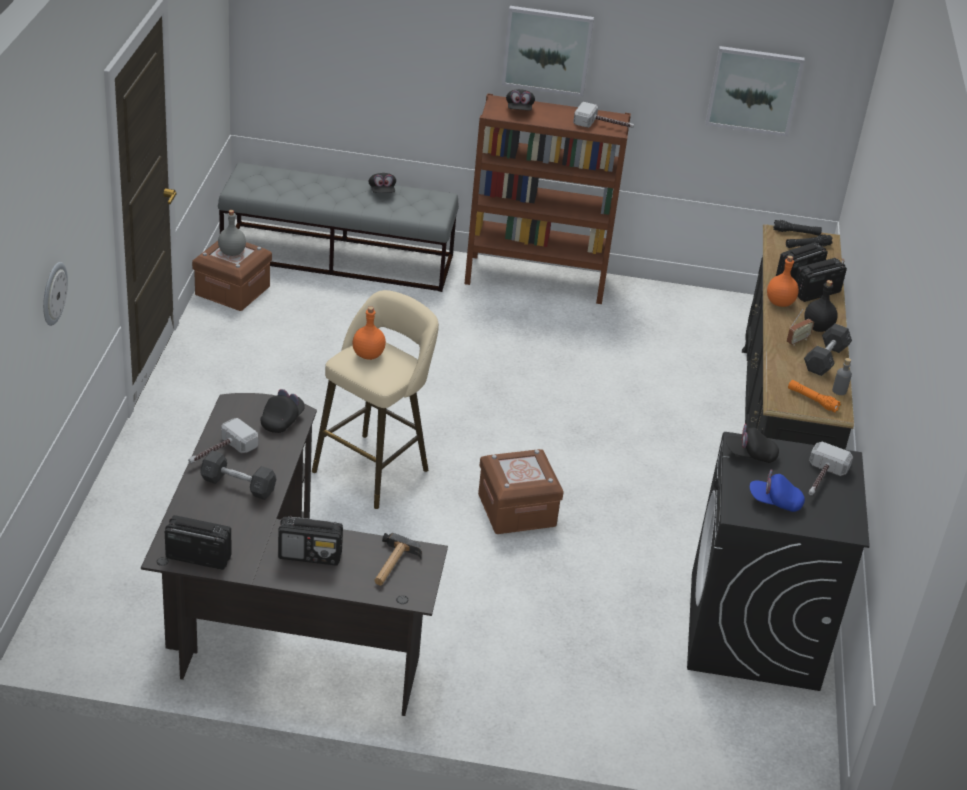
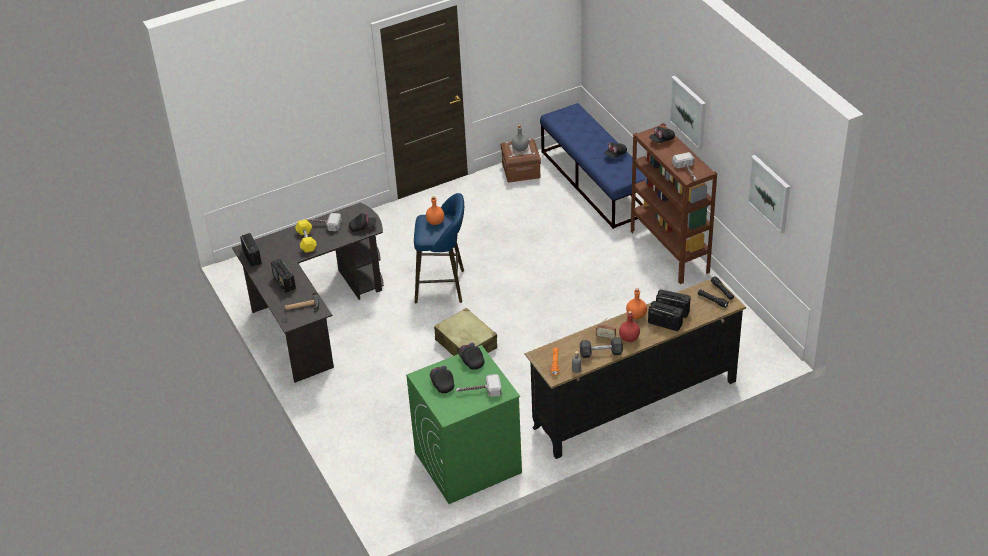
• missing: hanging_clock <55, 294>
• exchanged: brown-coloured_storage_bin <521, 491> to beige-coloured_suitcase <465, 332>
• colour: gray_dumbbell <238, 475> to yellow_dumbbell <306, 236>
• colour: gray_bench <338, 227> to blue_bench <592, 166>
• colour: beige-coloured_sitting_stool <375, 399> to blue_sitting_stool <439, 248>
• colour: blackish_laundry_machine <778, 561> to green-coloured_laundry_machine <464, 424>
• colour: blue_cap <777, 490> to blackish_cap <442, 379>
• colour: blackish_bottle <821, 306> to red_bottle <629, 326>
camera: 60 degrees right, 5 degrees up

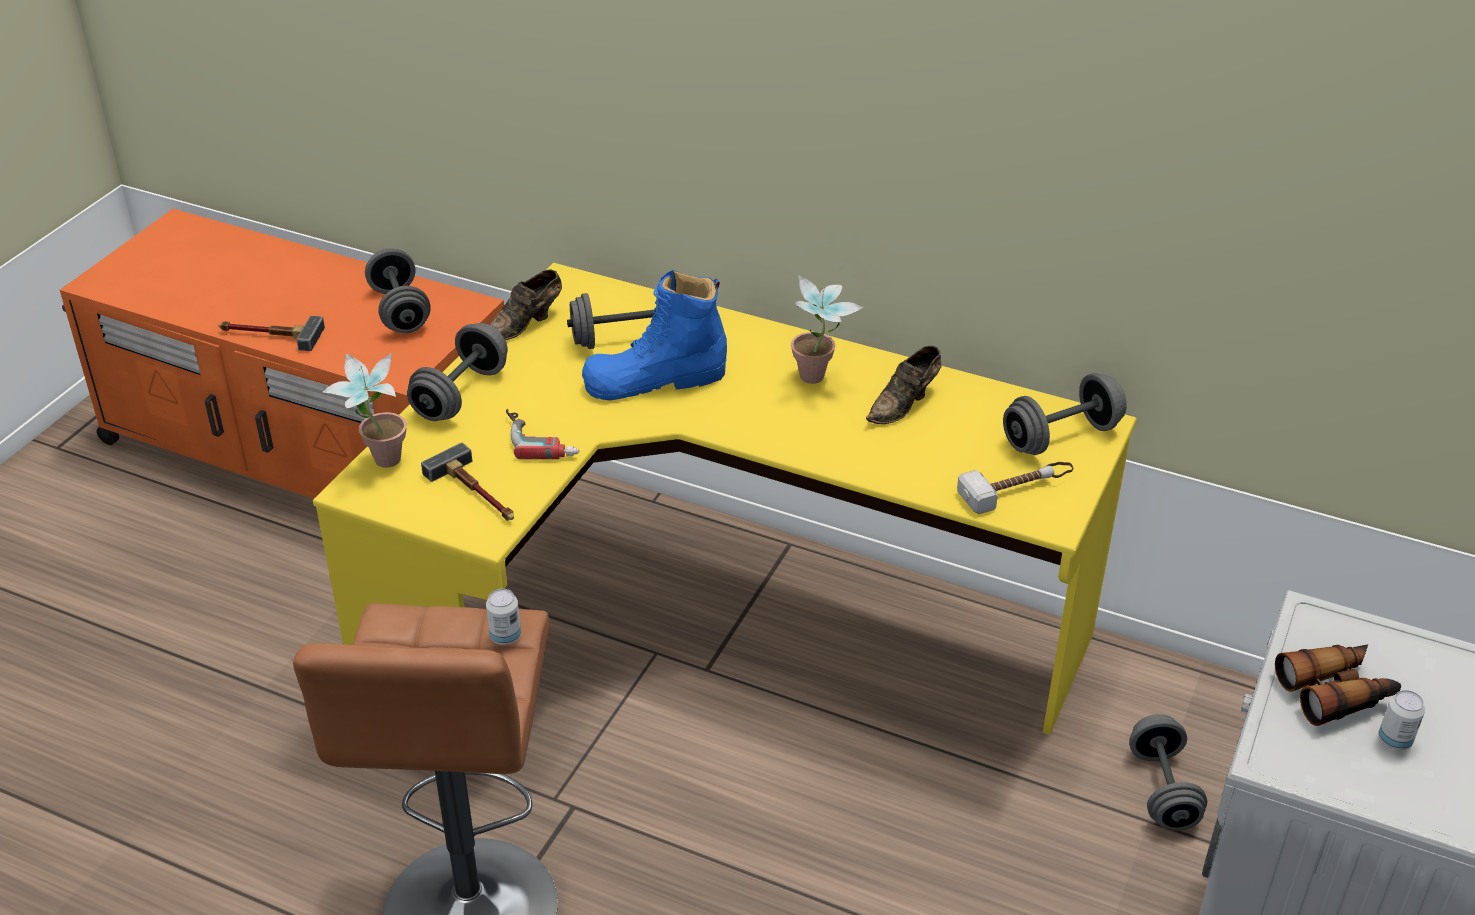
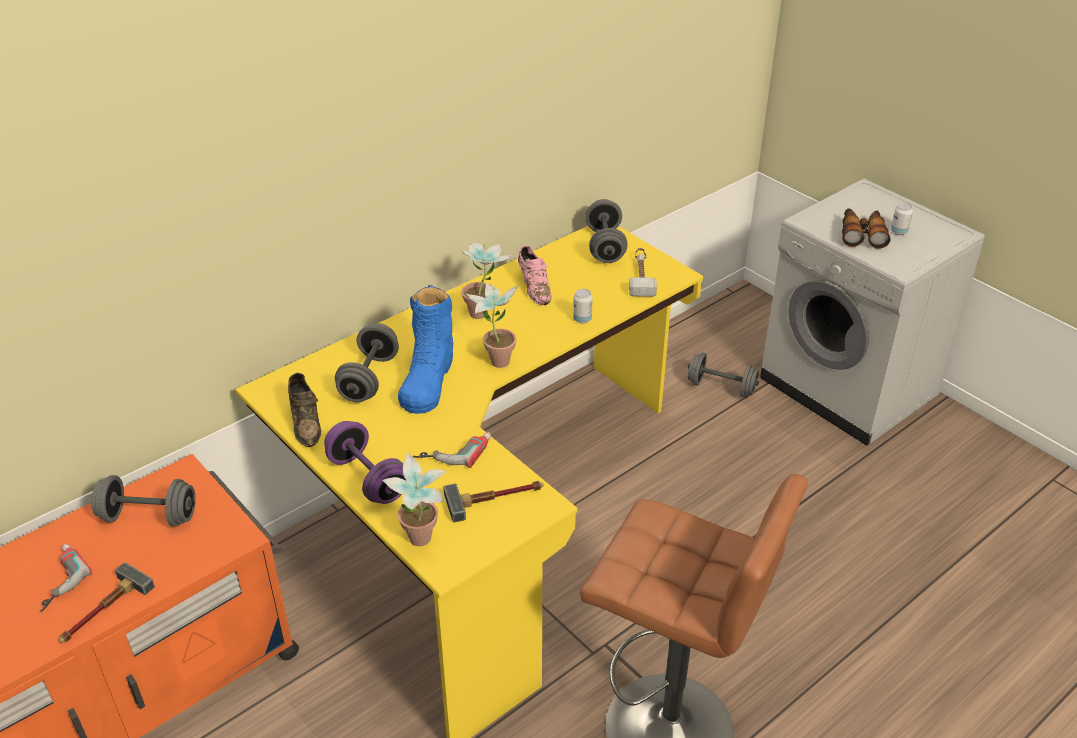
• appeared: power_drill <66, 578>
• appeared: houseplant <492, 325>
• relocated: sealed_can <503, 617> to <583, 306>
• colour: gray_dumbbell <457, 372> to purple_dumbbell <365, 462>
• colour: brown-coloured_shoe <903, 385> to pink_shoe <534, 275>
camera: 65 degrees left, 0 degrees up

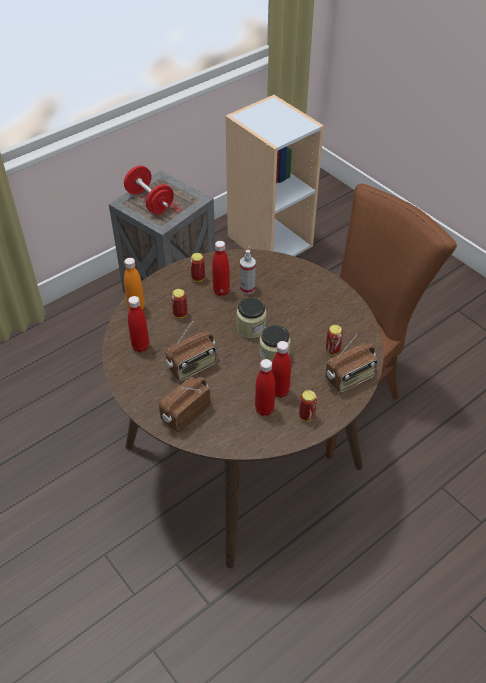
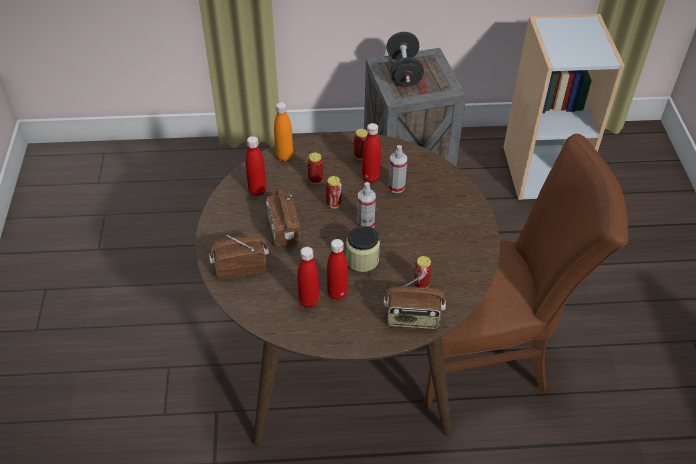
• relocated: sealed_can <308, 406> to <334, 192>
• exchanged: preserve_jar <252, 318> to spray_bottle <366, 205>
• colour: red_dumbbell <149, 190> to blackish_dumbbell <405, 59>
• spun: radio_set <191, 351> = <283, 217> 75 degrees clockwise
camera: 35 degrees right, 0 degrees up

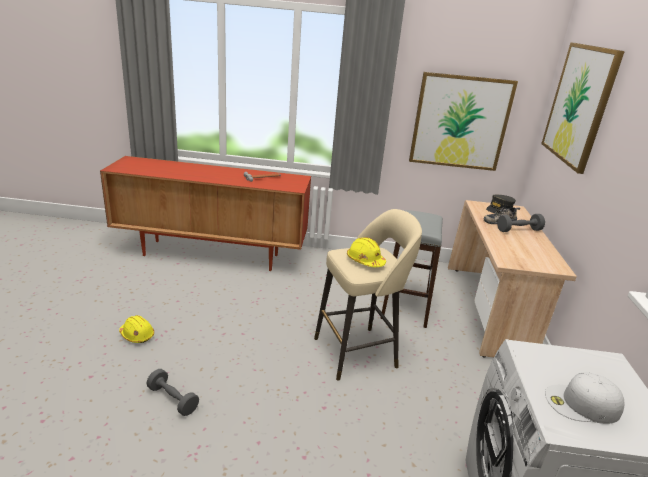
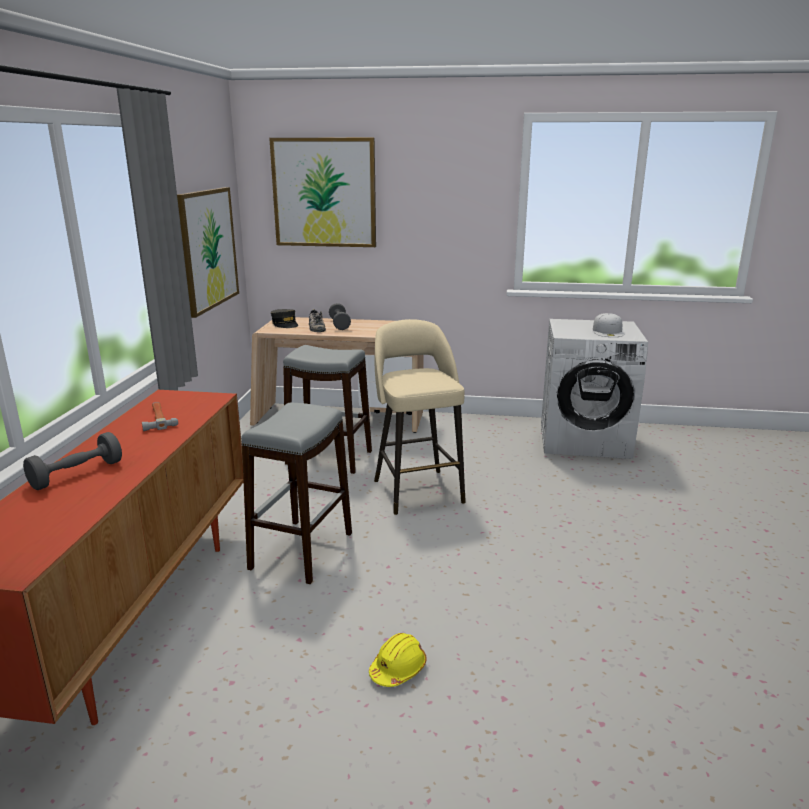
• missing: yellow_hard_hat <366, 252>
• appeared: gray_sitting_stool <297, 493>
• relocated: gray_dumbbell <173, 392> to <72, 461>
camera: 85 degrees left, 5 degrees down

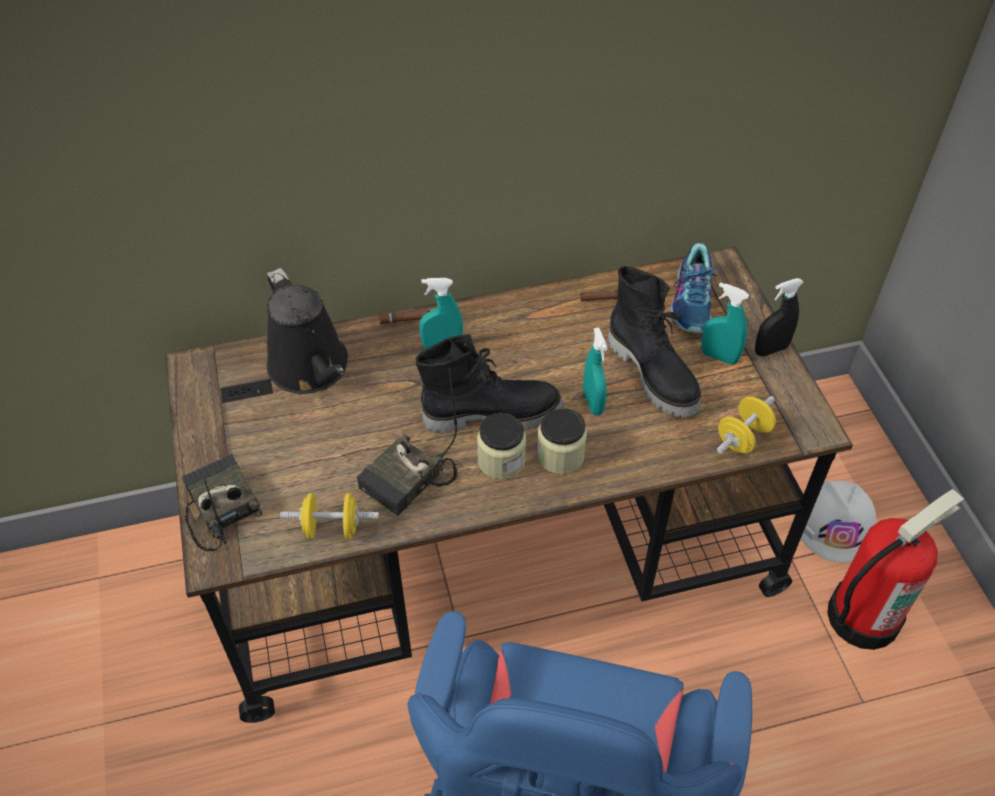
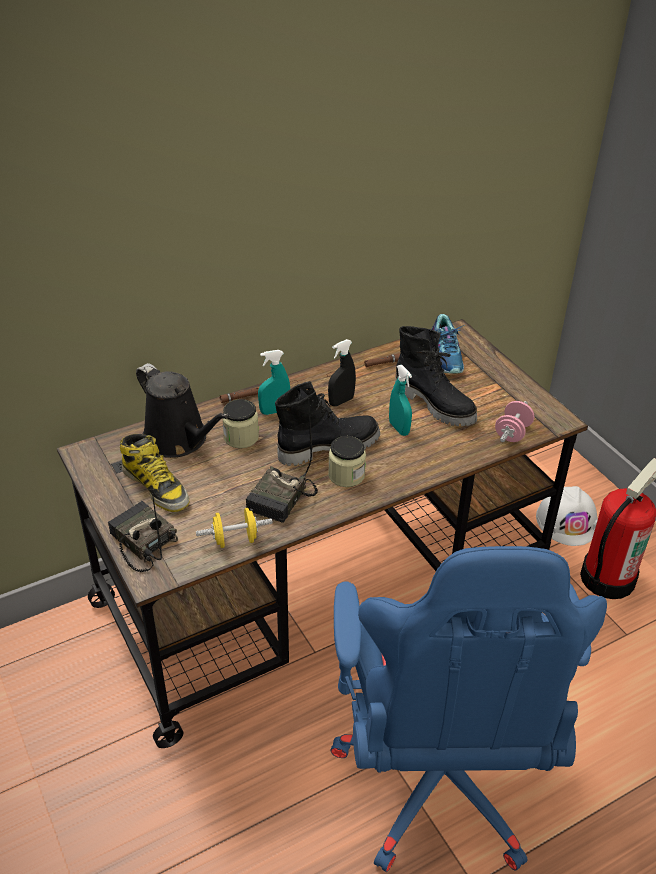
• missing: blue-green_spray_bottle <725, 323>
• appeared: tall_boot <154, 473>
• relocated: preserve_jar <562, 441> to <240, 423>
• relocated: blackish_spray_bottle <779, 317> to <342, 372>
• colour: yellow_dumbbell <746, 425> to pink_dumbbell <514, 421>
camera: 15 degrees left, 10 degrees down

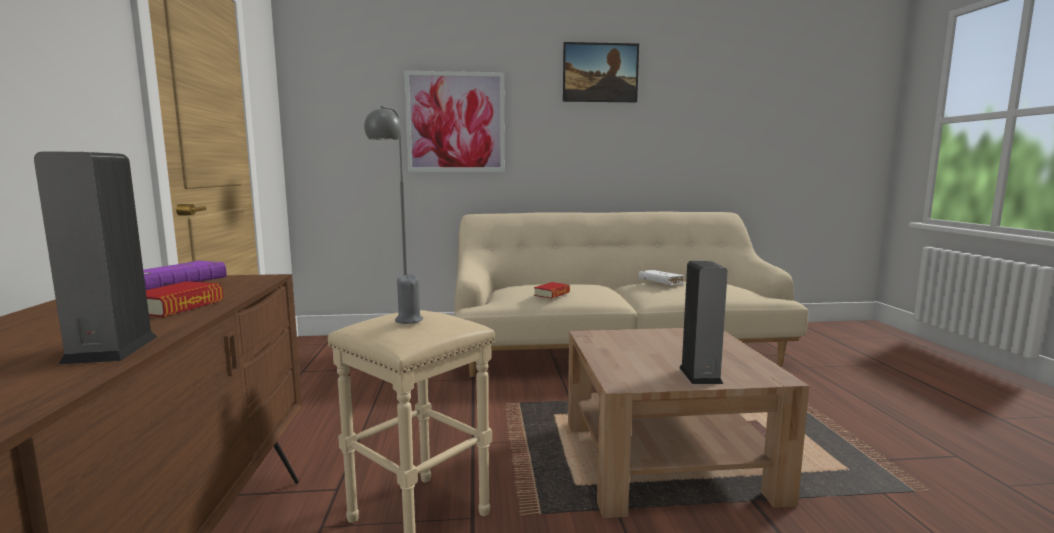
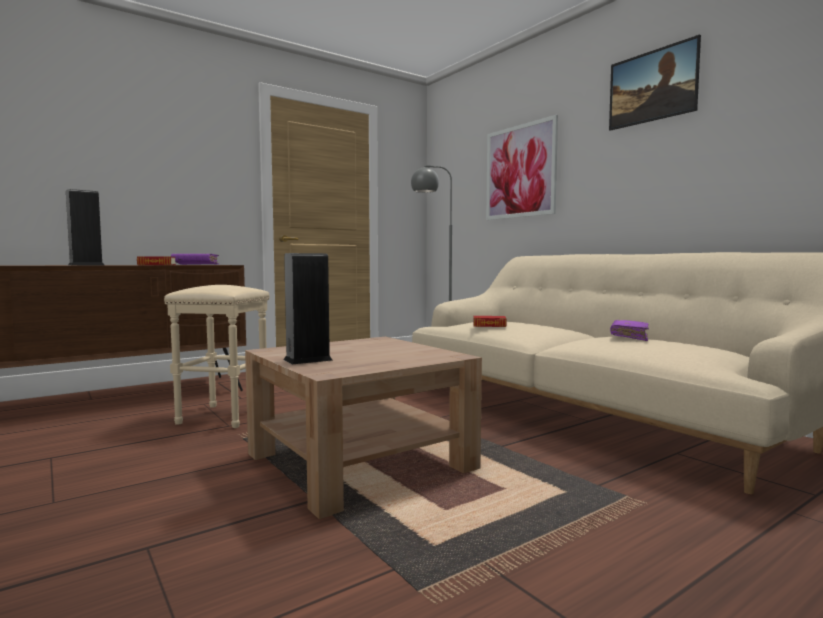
• missing: gray_wax_light <409, 299>
• colour: whitish_book <662, 277> to purple_book <629, 330>
camera: 60 degrees right, 5 degrees down

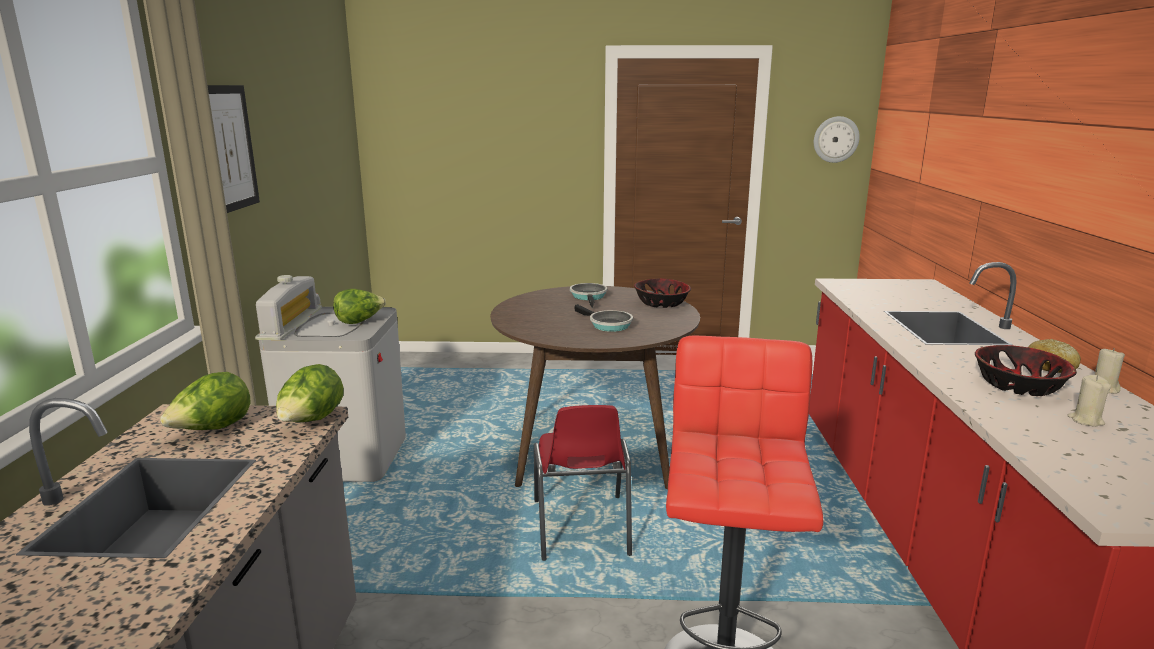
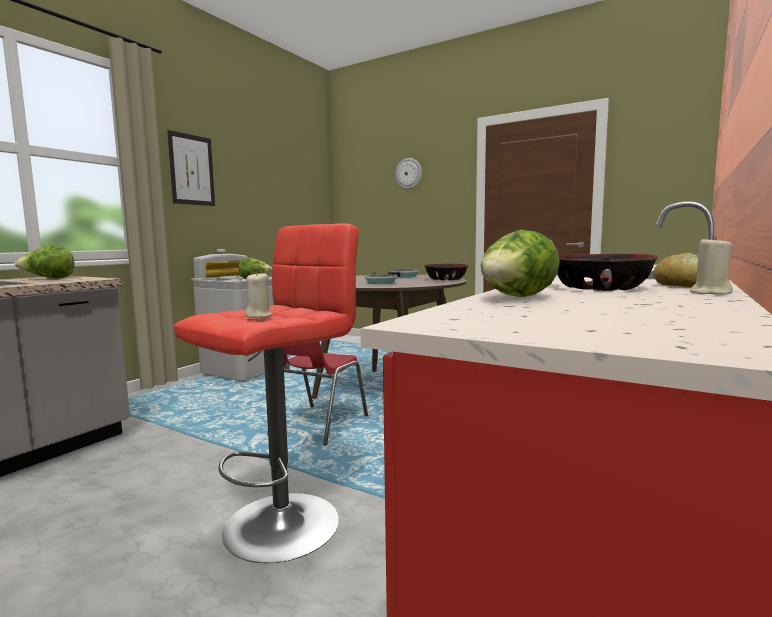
• relocated: lettuce <310, 393> to <520, 263>
• relocated: hanging_clock <837, 139> to <408, 173>
• relocated: beige-coloured_wax_light <1089, 401> to <258, 294>
camera: 30 degrees right, 10 degrees down

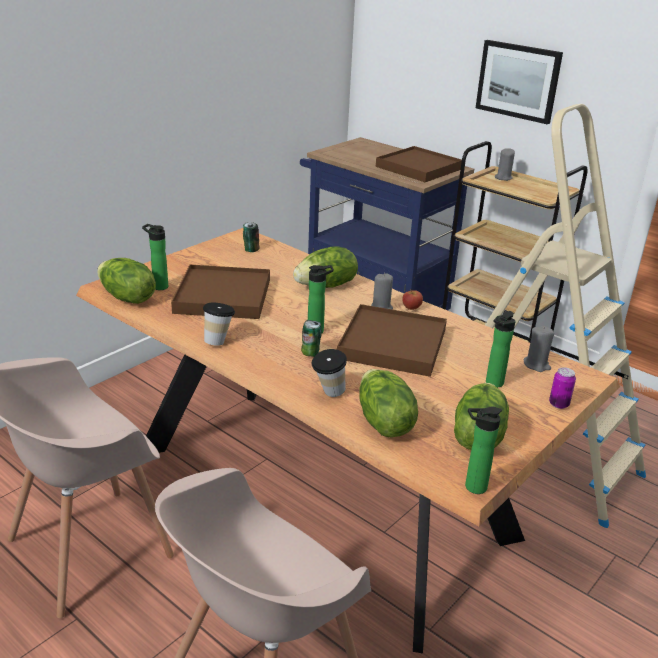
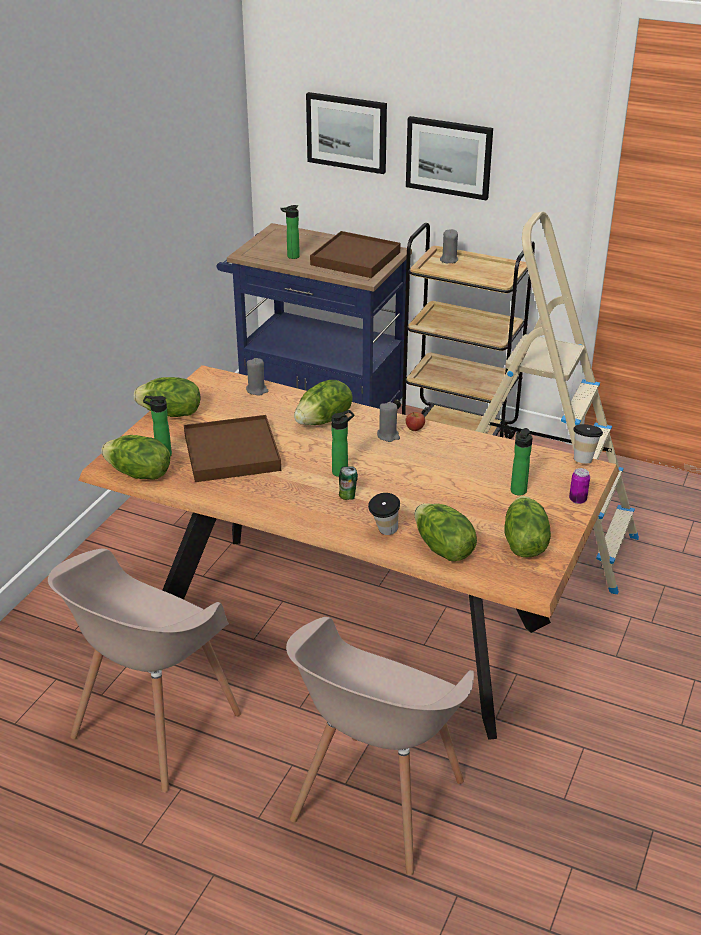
• missing: sealed_can <251, 237>
• missing: brown-coloured_carrying_tray <392, 340>
• appeared: lettuce <167, 397>
• appeared: wall_picture <346, 133>
• relocated: small_cup <219, 324> to <588, 444>
• relocated: bottle <483, 450> to <290, 232>
• relocated: gray_wax_light <539, 349> to <257, 377>
camera: 15 degrees left, 5 degrees up

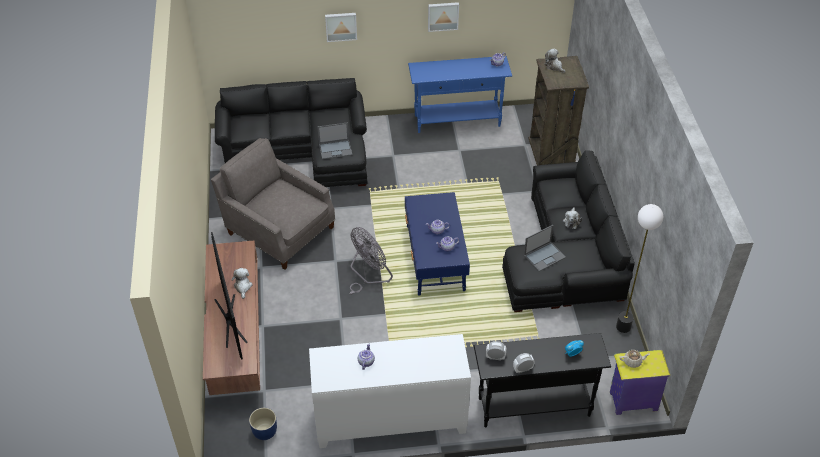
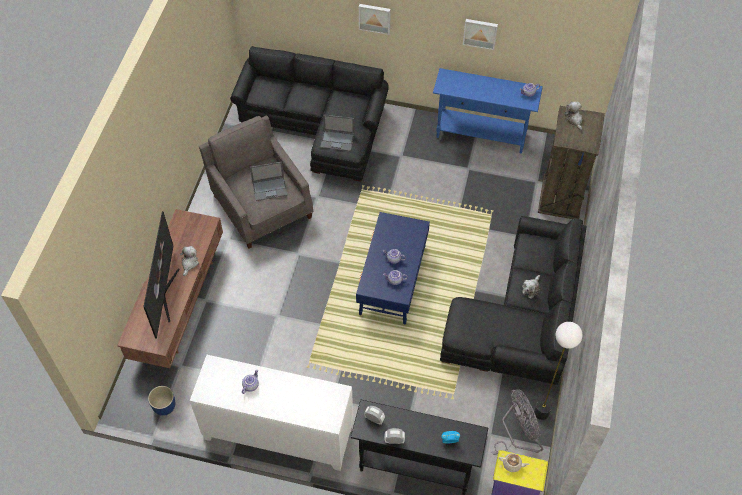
• relocated: gray_fan <371, 261> to <518, 422>
• relocated: notebook_computer <545, 248> to <269, 181>
camera: 20 degrees right, 10 degrees up

